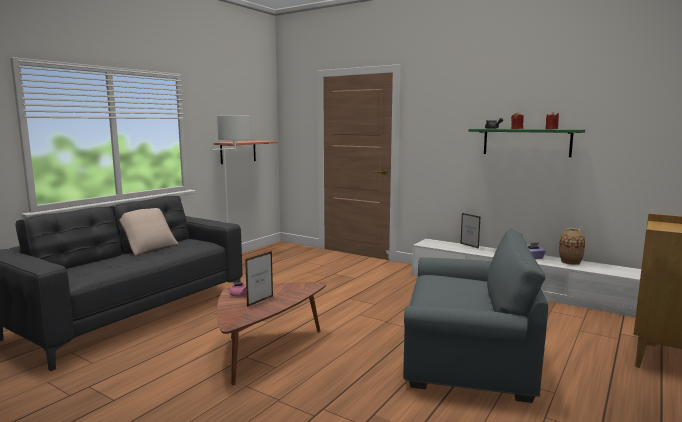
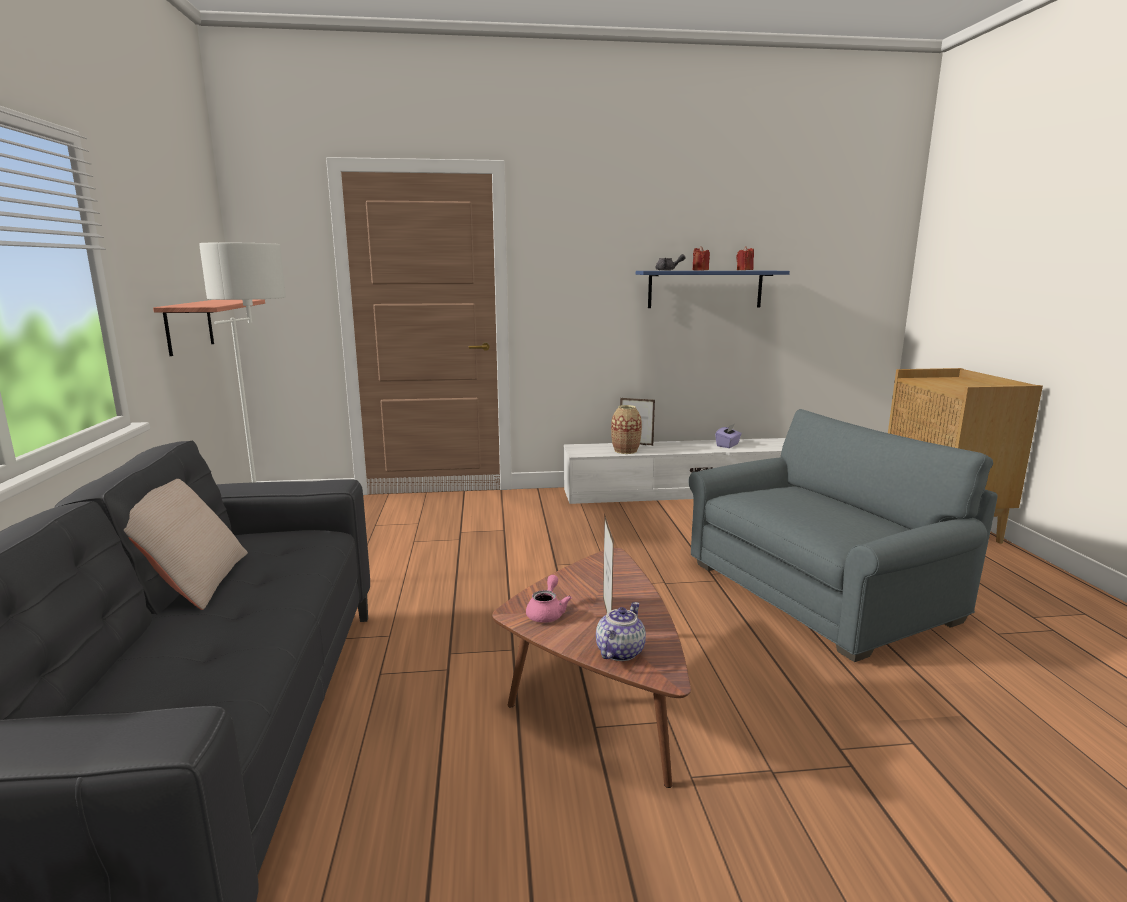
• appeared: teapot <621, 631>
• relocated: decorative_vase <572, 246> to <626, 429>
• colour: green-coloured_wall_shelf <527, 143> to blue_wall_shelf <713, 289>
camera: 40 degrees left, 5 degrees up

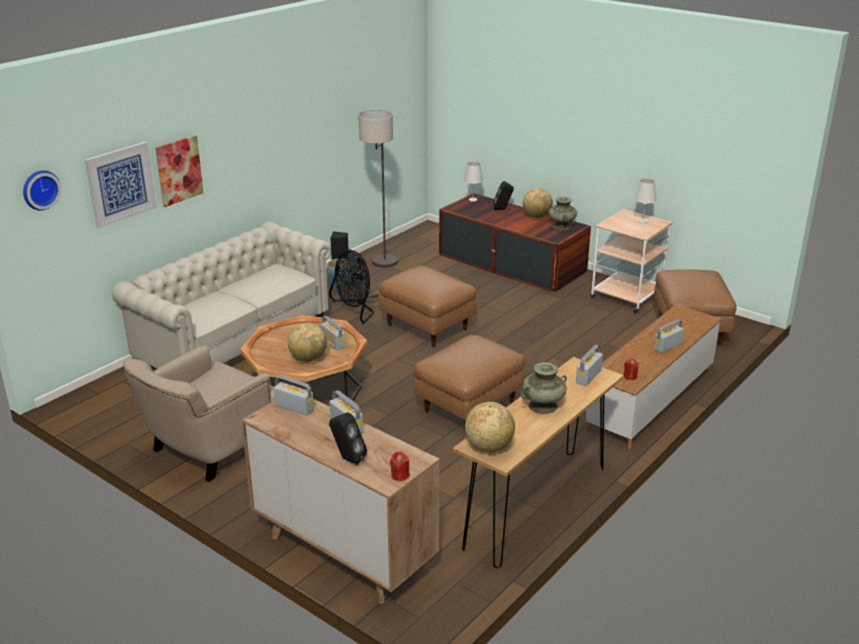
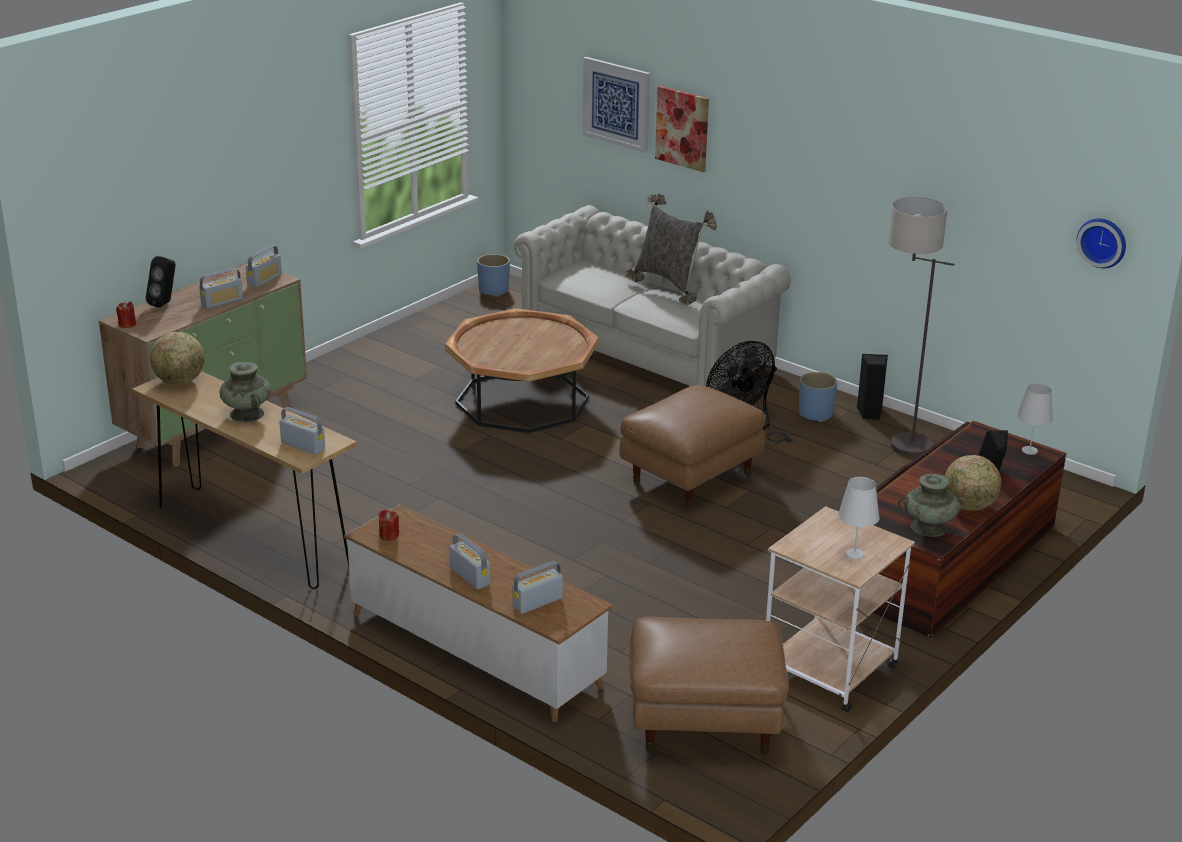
• missing: beige-coloured_armchair <199, 414>
• missing: desk_globe <307, 342>
• missing: brown-coloured_ottoman <469, 384>
• appeared: blue_planter <493, 275>
• appeared: cushion <671, 250>
• relocated: hanging_clock <42, 190> to <1101, 243>
• relocated: radio_set <332, 333> to <538, 587>
camera: 90 degrees right, 0 degrees up

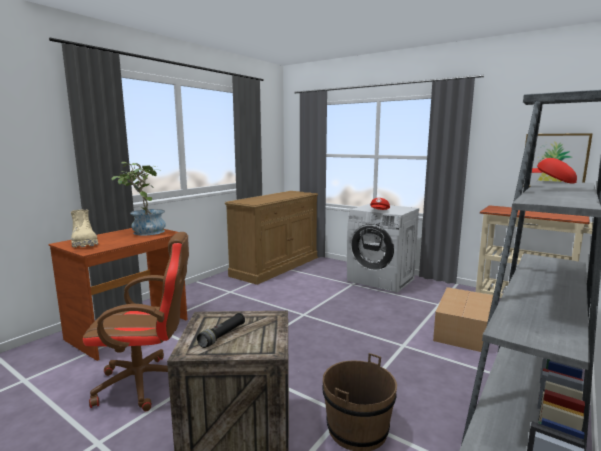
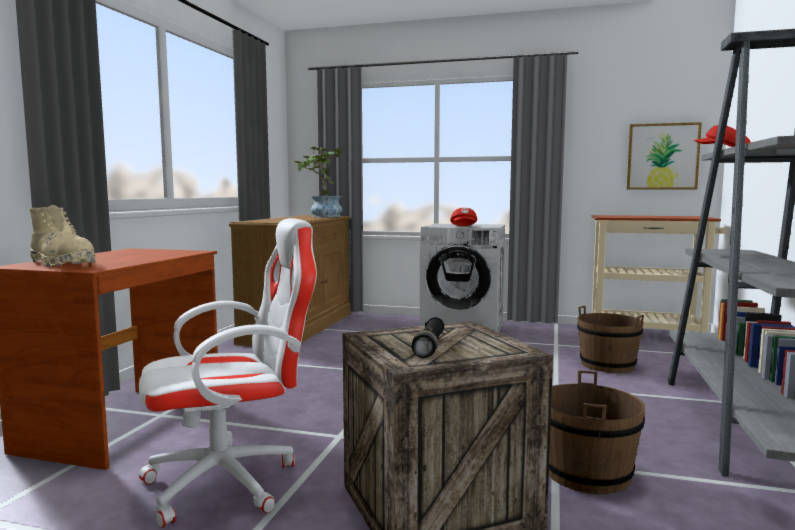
• relocated: houseplant <139, 198> to <317, 181>
• exchanged: carton <463, 319> to brown-coloured_pail <610, 339>
• colour: brown-coloured_desk_chair <136, 321> to whitish_desk_chair <228, 373>
camera: 20 degrees left, 5 degrees down

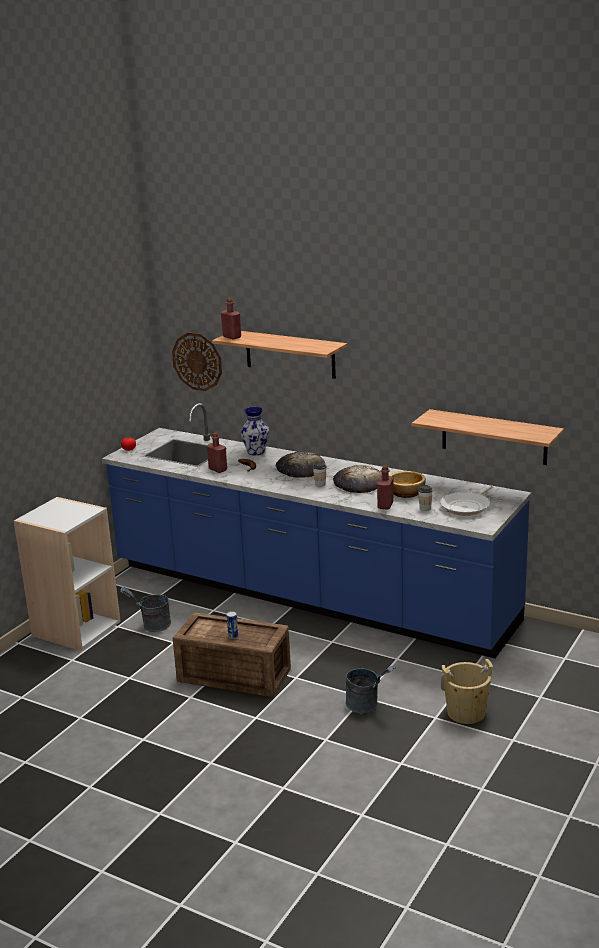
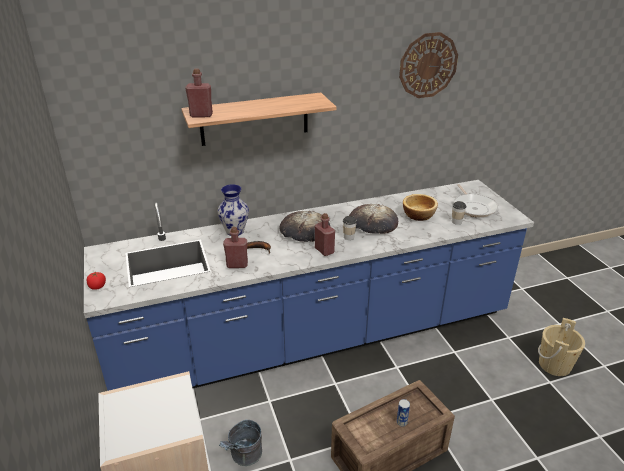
• missing: gray_pail <371, 689>
• missing: wall_shelf <488, 437>
• relocated: hanging_clock <197, 361> to <428, 65>
• relocated: red_bottle <385, 487> to <325, 234>
camera: 50 degrees left, 10 degrees up

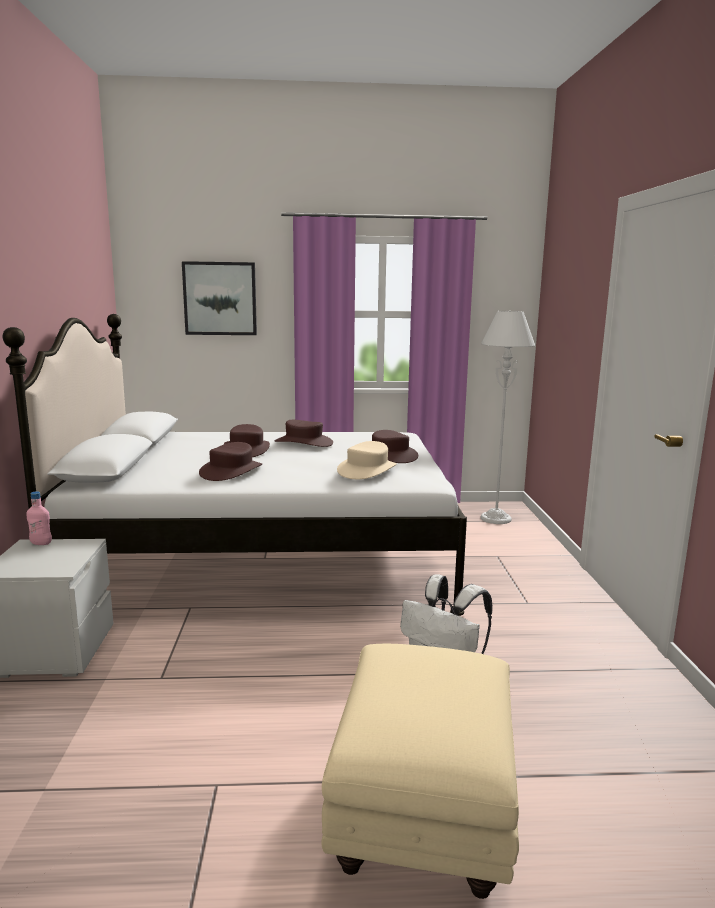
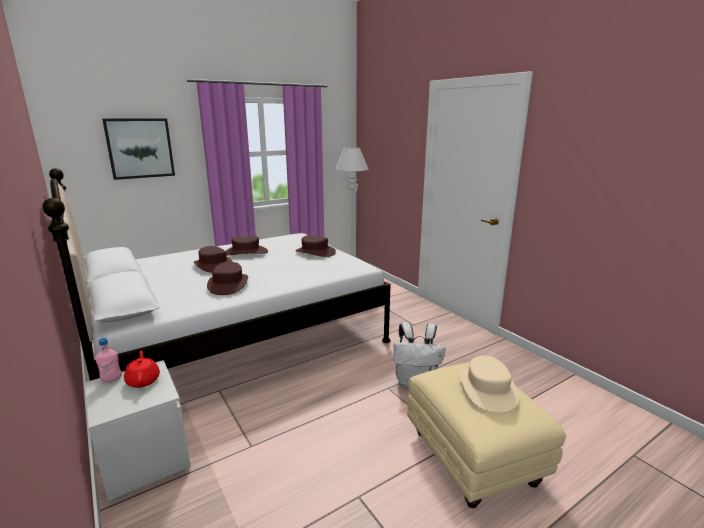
• appeared: red_teapot <142, 369>
• relocated: beige-coloured_hat <367, 460> to <489, 384>
camera: 30 degrees left, 5 degrees up

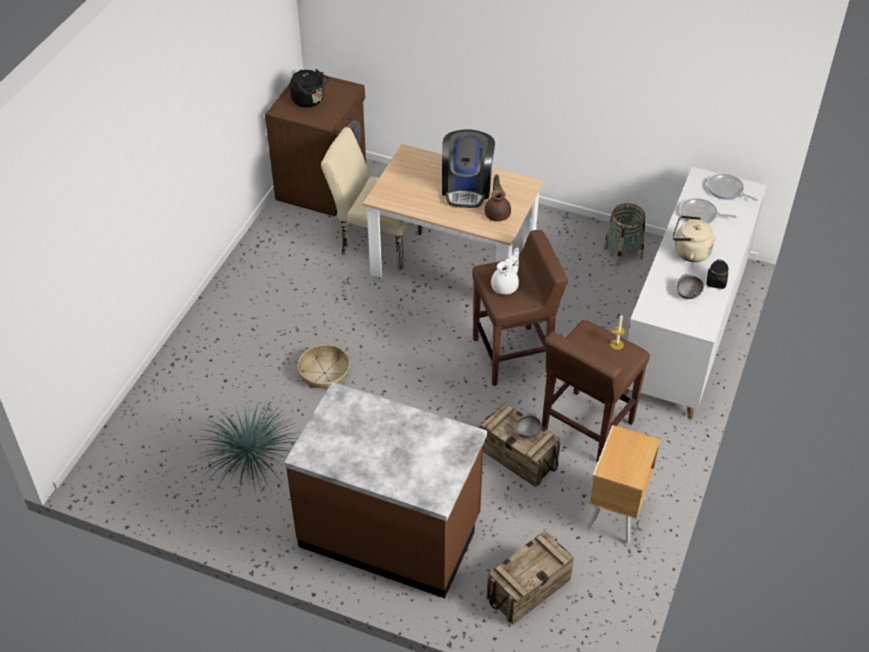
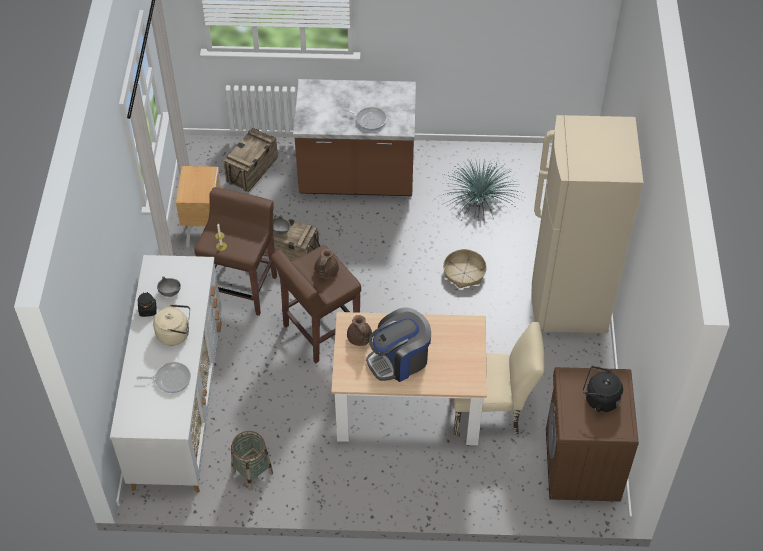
• appeared: beige-coloured_refrigerator <587, 224>
• relocated: pan <732, 187> to <365, 119>
• colour: whitish_teapot <505, 271> to brown-coloured_teapot <326, 264>
• spun: coffee_maker <468, 169> = <398, 344> 105 degrees counterclockwise
camera: 160 degrees right, 5 degrees up

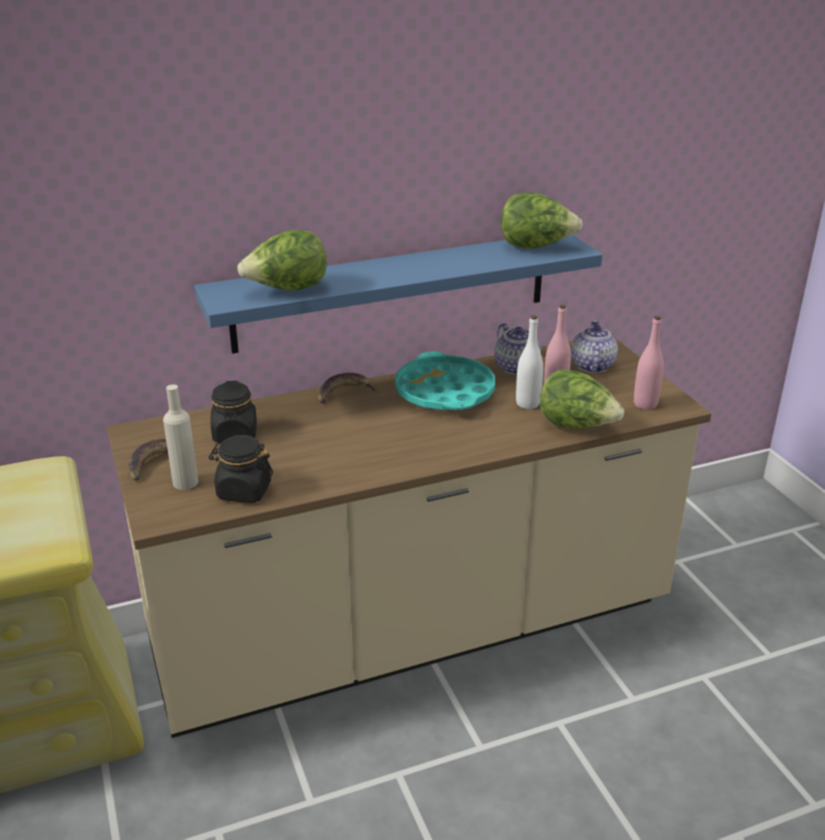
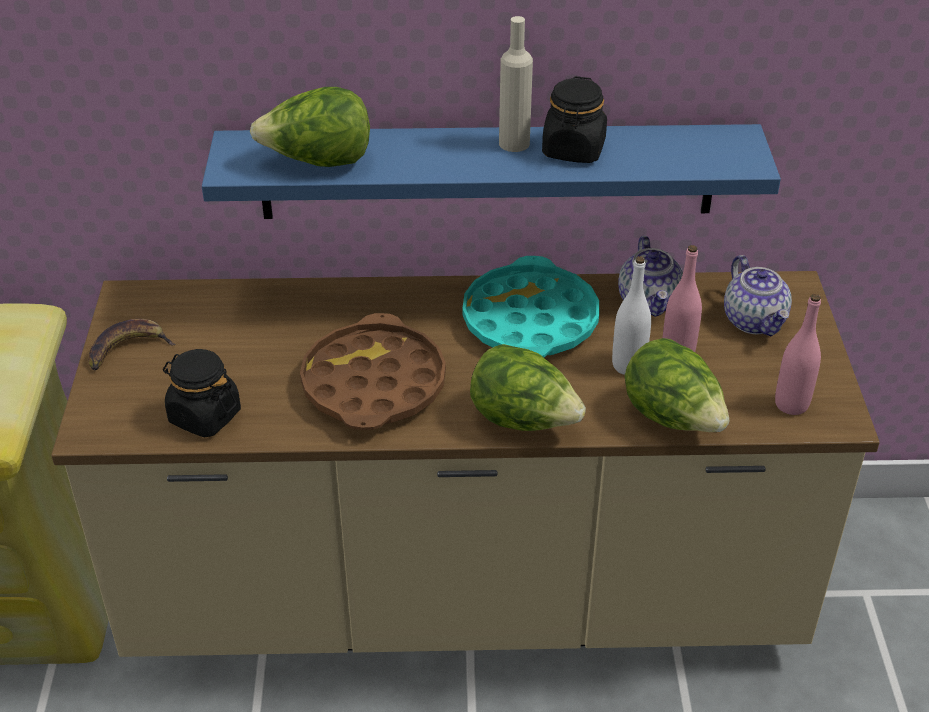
• missing: whole_banana <348, 387>
• appeared: brown-coloured_carrying_tray <373, 371>
• relocated: beige-coloured_bottle <180, 437> to <516, 84>
• relocated: blackish_preserve_jar <233, 412> to <574, 119>
• relocated: lettuce <542, 220> to <528, 387>
• spun: teapot <594, 346> = <758, 295> 135 degrees clockwise
camera: 20 degrees right, 10 degrees up

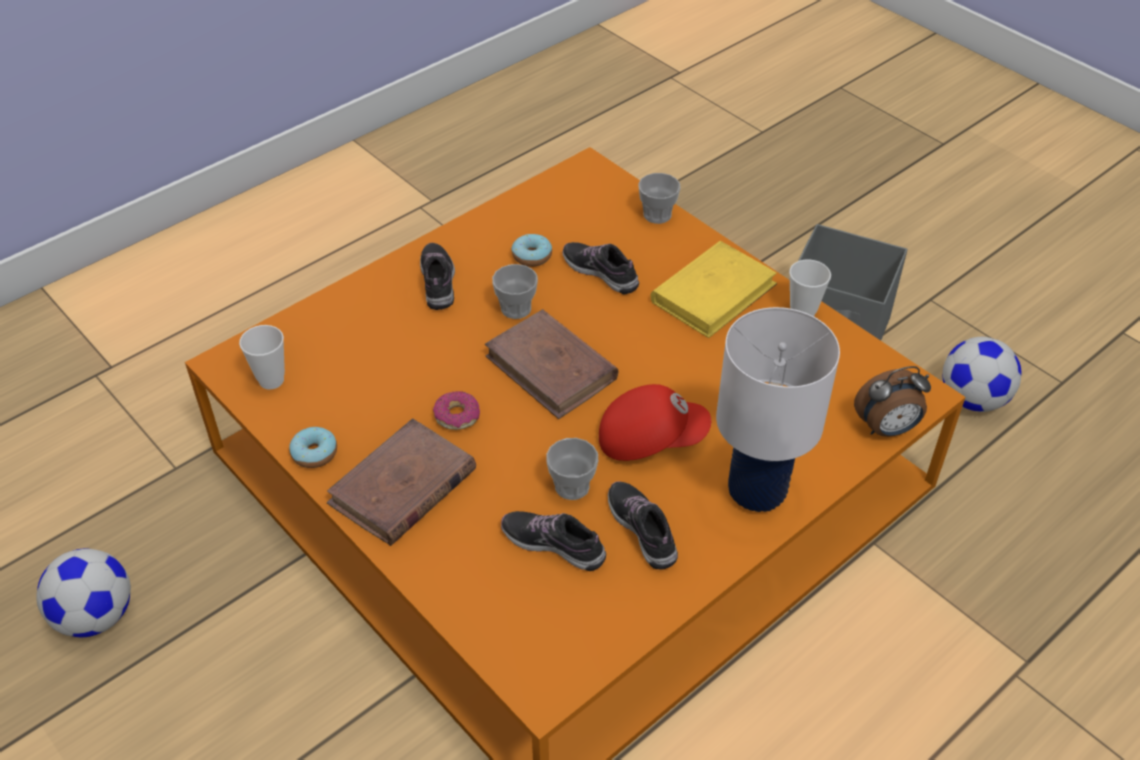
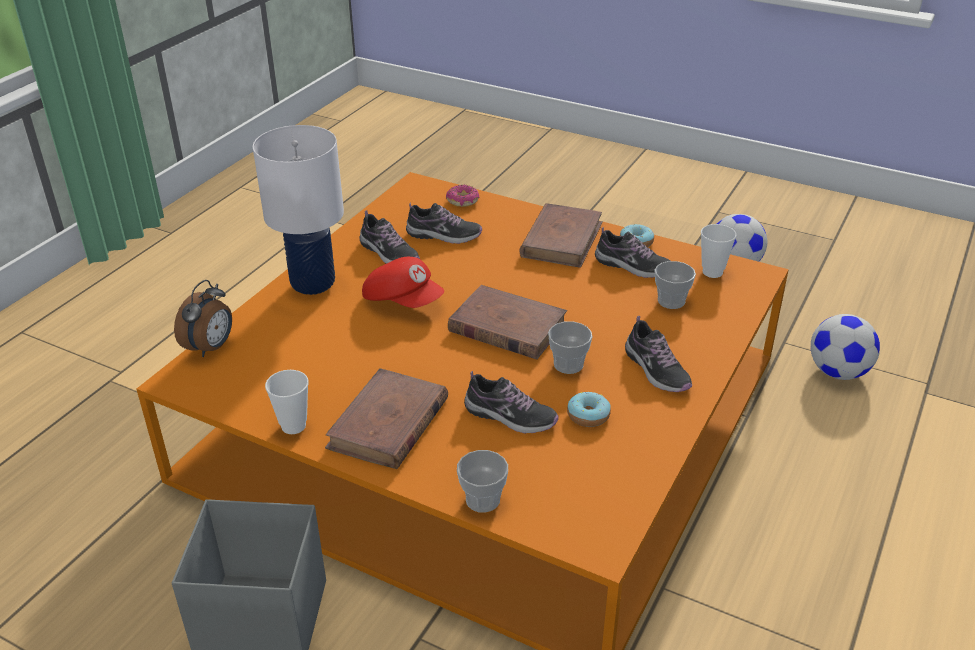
• appeared: shoe <632, 252>
• relocated: doughnut <456, 410> to <462, 196>
• relocated: small_cup <572, 469> to <675, 285>
• relocated: football <982, 374> to <845, 347>
• colour: yellow_book <714, 289> to brown-coloured_book <386, 418>
• spun: red_cap <655, 422> = <403, 282> 120 degrees counterclockwise
• spun: table_clock <892, 401> = <203, 318> 150 degrees clockwise
camera: 160 degrees right, 10 degrees down

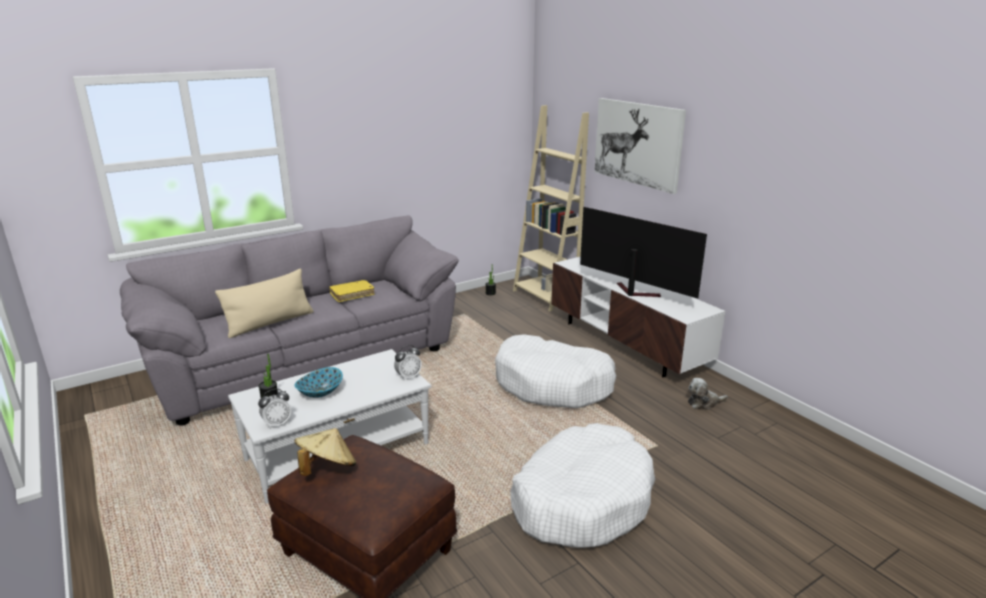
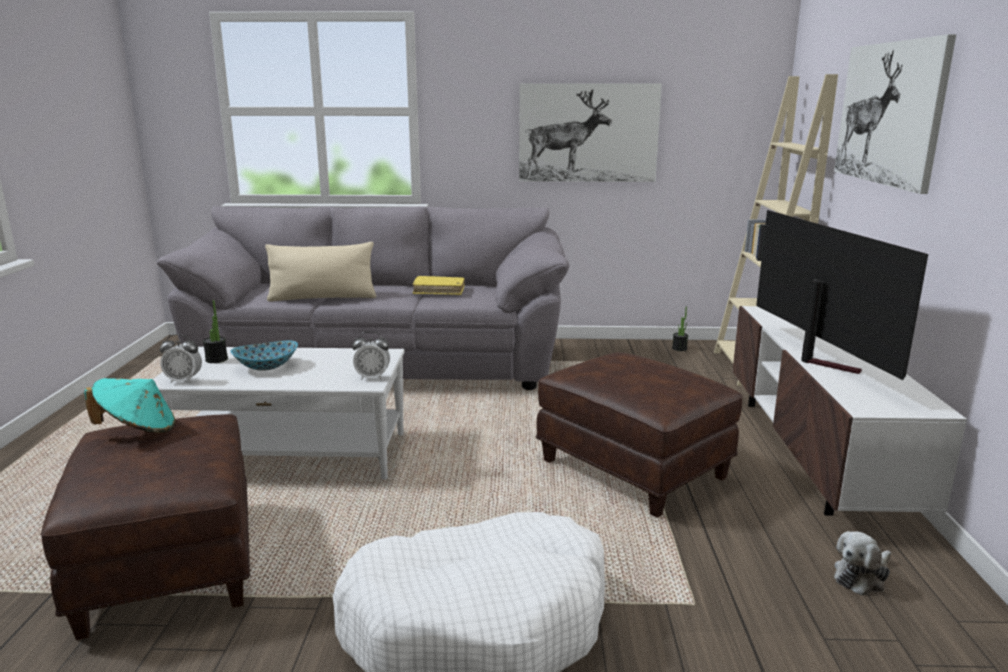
• appeared: wall_picture <590, 132>
• exchanged: whitish_pet_bed <555, 371> to brown-coloured_ottoman <639, 435>
• colour: beige-coloured_hat <325, 452> to blue-green_hat <129, 405>
• spun: plush_toy <708, 394> = <862, 563> 60 degrees counterclockwise
camera: 35 degrees right, 5 degrees down

